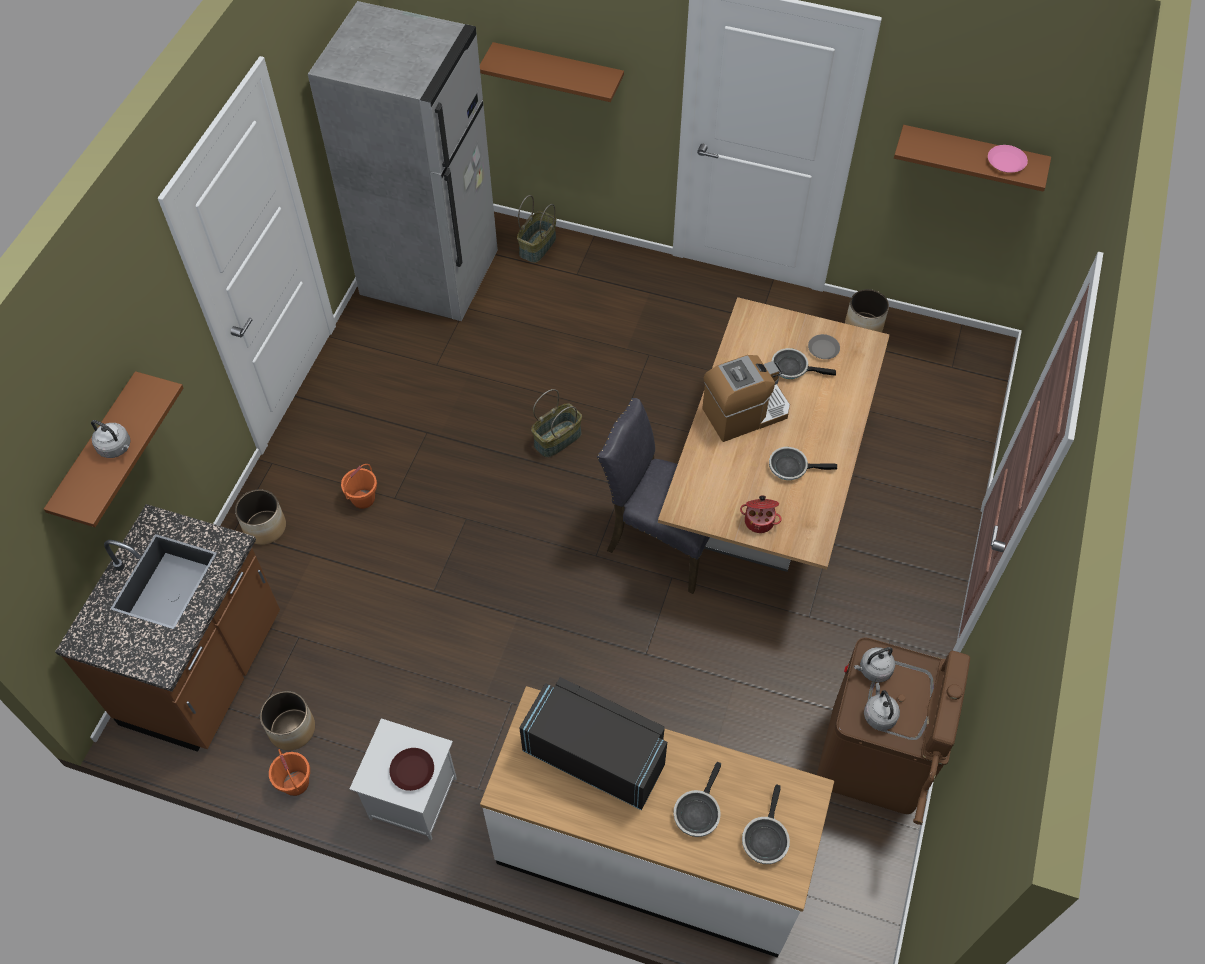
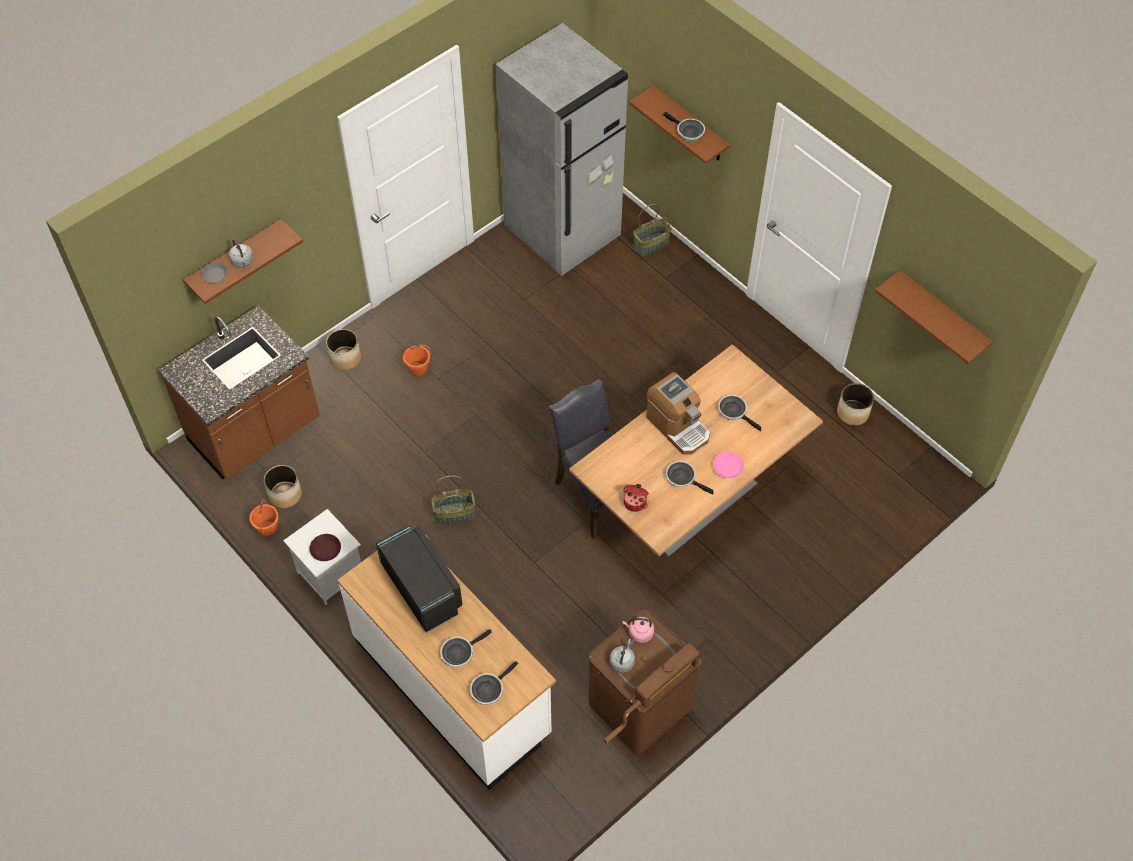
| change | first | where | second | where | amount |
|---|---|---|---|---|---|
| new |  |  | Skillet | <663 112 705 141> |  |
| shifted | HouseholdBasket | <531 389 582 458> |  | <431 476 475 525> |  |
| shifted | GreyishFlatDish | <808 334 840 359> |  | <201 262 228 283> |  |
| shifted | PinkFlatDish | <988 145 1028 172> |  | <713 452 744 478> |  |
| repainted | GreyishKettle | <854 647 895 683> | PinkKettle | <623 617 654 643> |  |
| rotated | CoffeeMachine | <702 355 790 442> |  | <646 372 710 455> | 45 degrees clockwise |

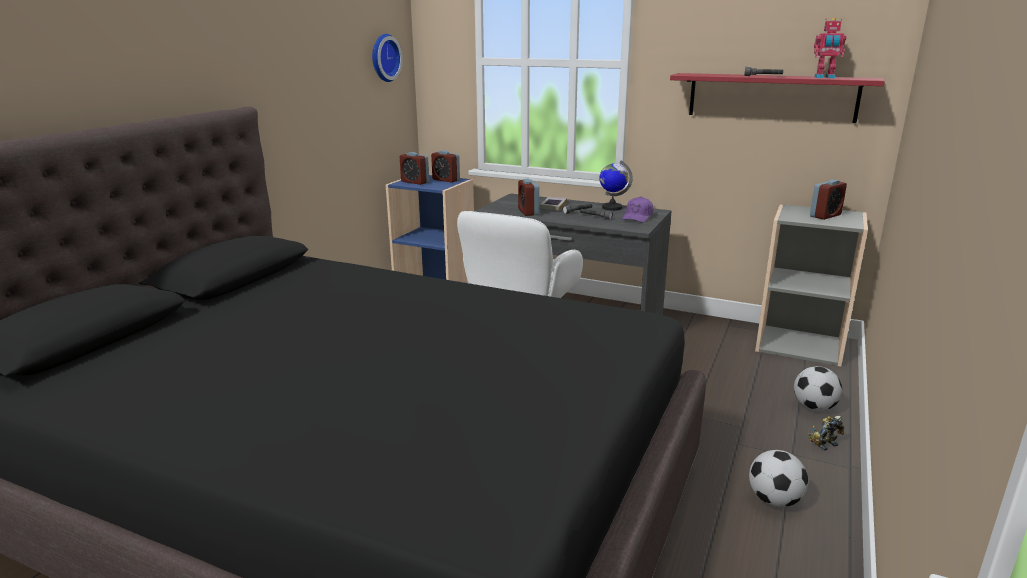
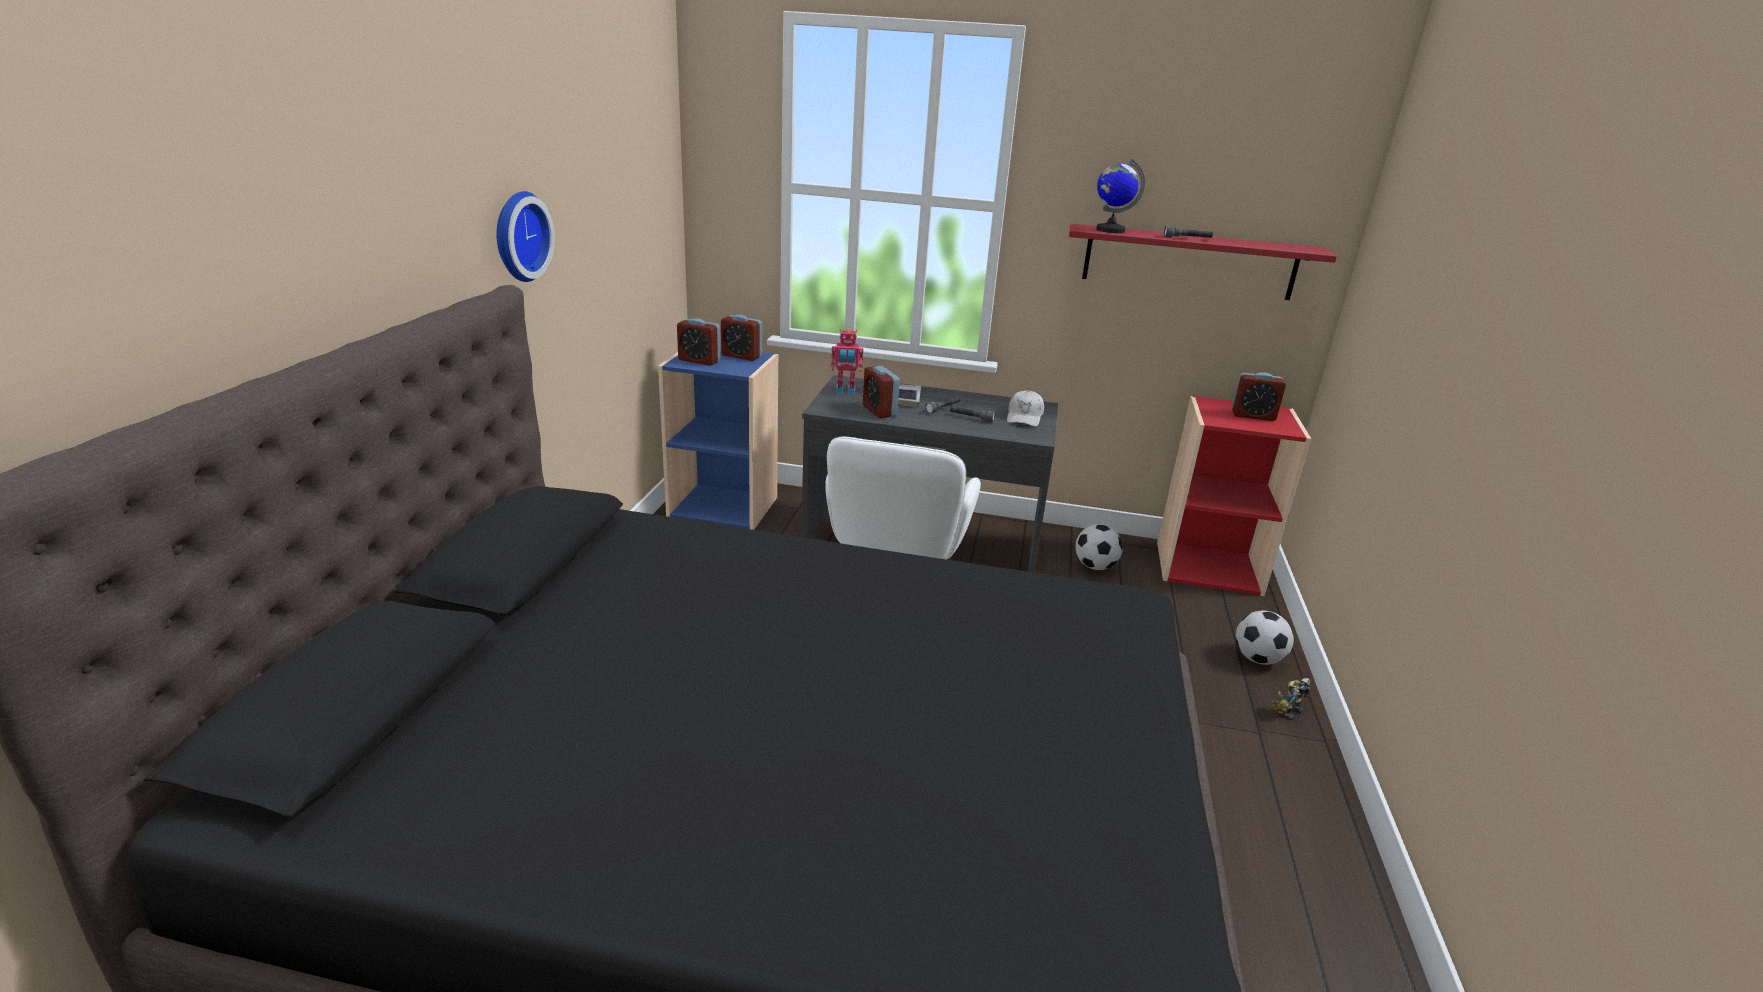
| change | first | where | second | where | amount |
|---|---|---|---|---|---|
| shifted | HangingClock | <372 34 403 82> |  | <497 191 555 282> |  |
| shifted | DeskGlobe | <599 160 633 211> |  | <1096 159 1145 233> |  |
| shifted | FootballBall | <749 450 808 507> |  | <1075 524 1123 570> |  |
| shifted | RobotFigure | <814 18 846 78> |  | <831 329 864 394> |  |
| repainted | PurpleColouredBaseballCap | <622 197 653 222> | WhitishBaseballCap | <1007 390 1044 427> |  |
| repainted | GreyishShelvingUnit | <755 204 868 367> | RedShelvingUnit | <1157 396 1311 596> |  |
| rotated | TableClock | <810 179 847 220> |  | <1231 372 1286 421> | 60 degrees clockwise |

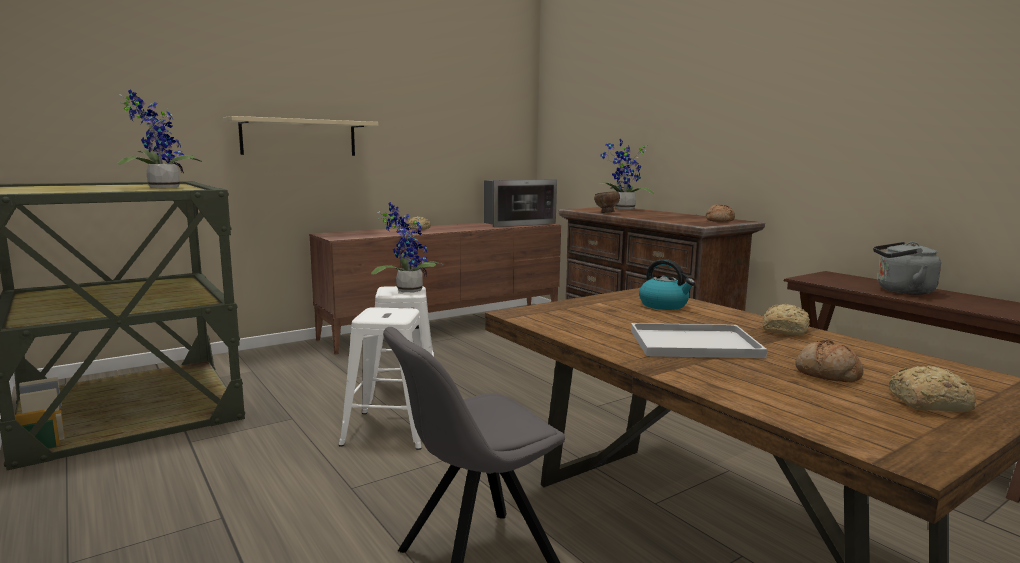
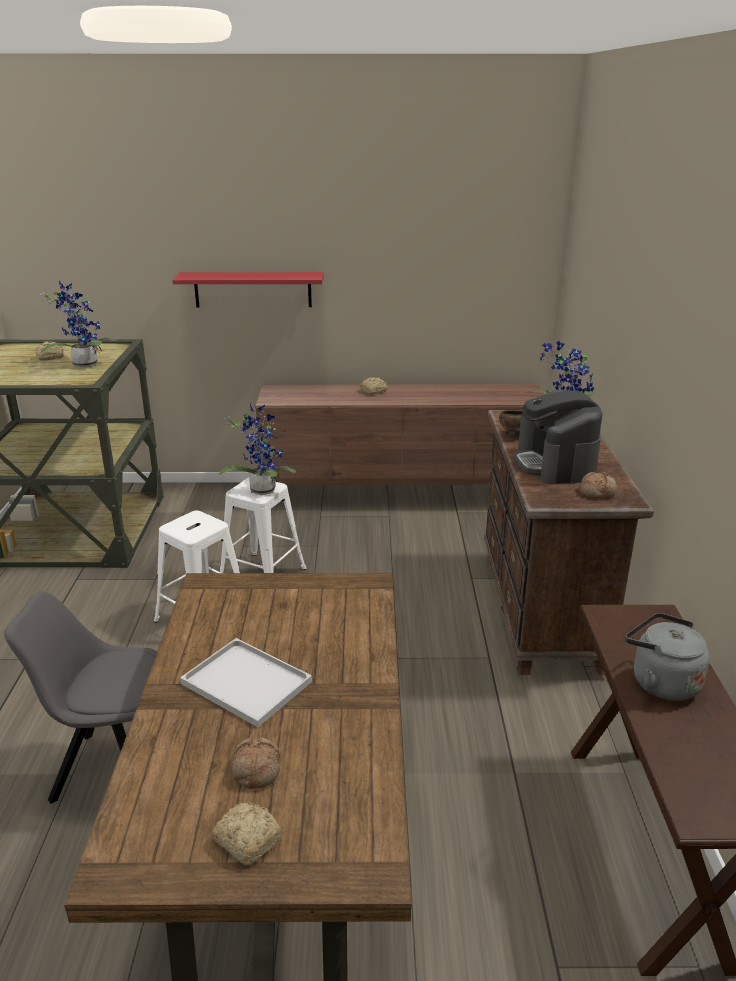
| change | first | where | second | where | amount |
|---|---|---|---|---|---|
| gone | KitchenMicrowave | <484 180 557 227> |  |  |  |
| gone | Kettle | <639 259 695 310> |  |  |  |
| new |  |  | CoffeeMachine | <514 389 603 484> |  |
| shifted | Bread | <763 304 810 336> |  | <35 341 64 361> |  |
| repainted | BeigeColouredWallShelf | <223 116 379 156> | RedWallShelf | <172 272 324 307> |  |

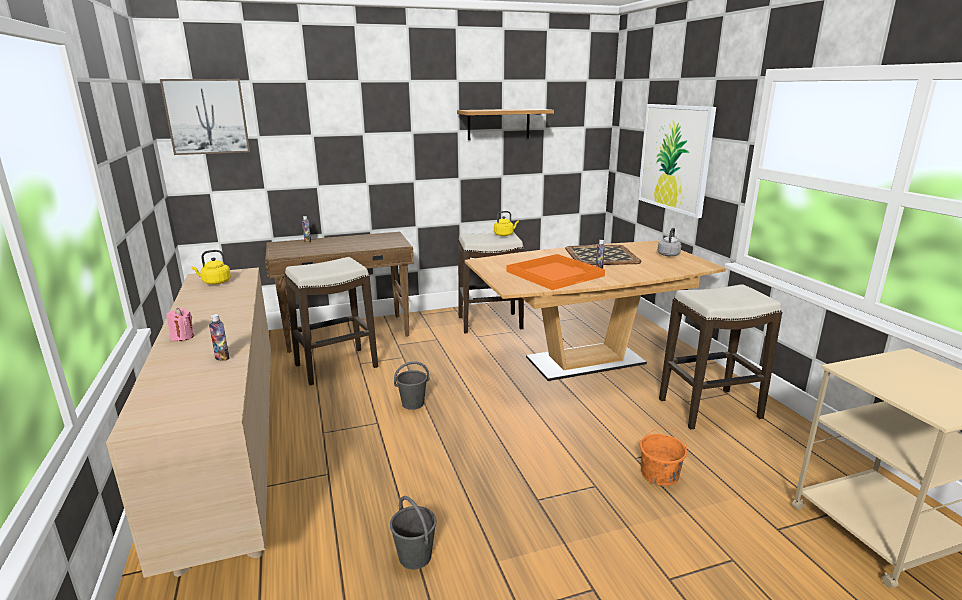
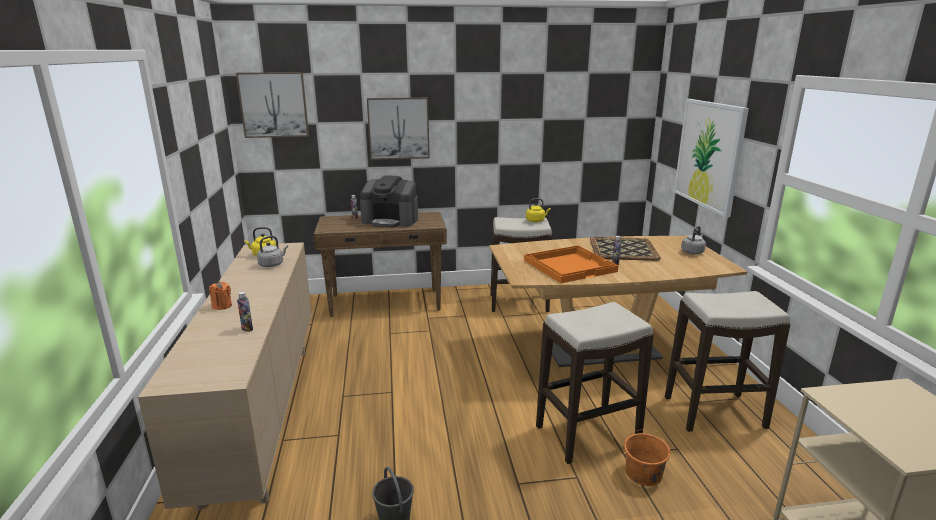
| change | first | where | second | where | amount |
|---|---|---|---|---|---|
| gone | GreyishWaterBucket | <394 361 429 410> |  |  |  |
| gone | WallShelf | <457 109 554 140> |  |  |  |
| new |  |  | GreyishKettle | <257 236 288 267> |  |
| new |  |  | CoffeeMachine | <360 175 418 227> |  |
| new |  |  | WallArt | <367 97 430 160> |  |
| shifted | SittingStool | <285 257 378 385> |  | <536 302 654 464> |  |
| repainted | PinkCandle | <166 308 194 341> | OrangeCandle | <209 281 232 310> |  |

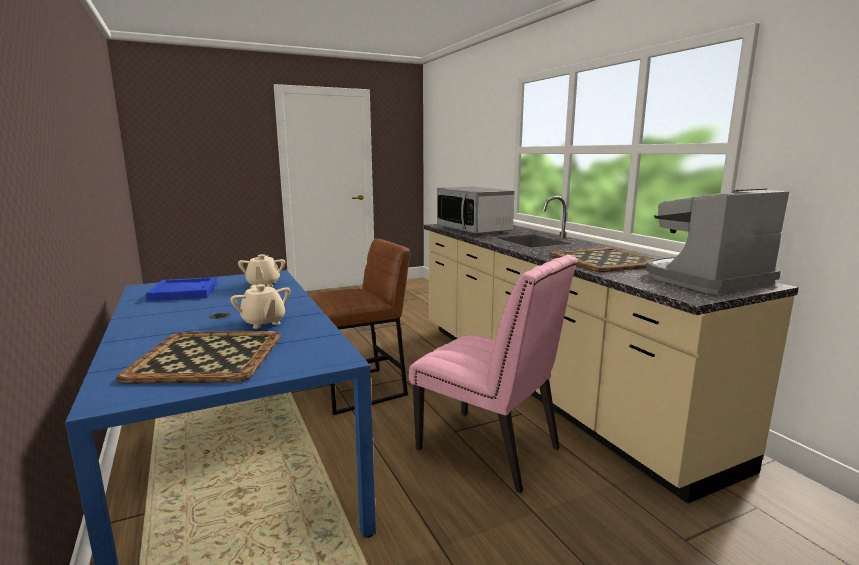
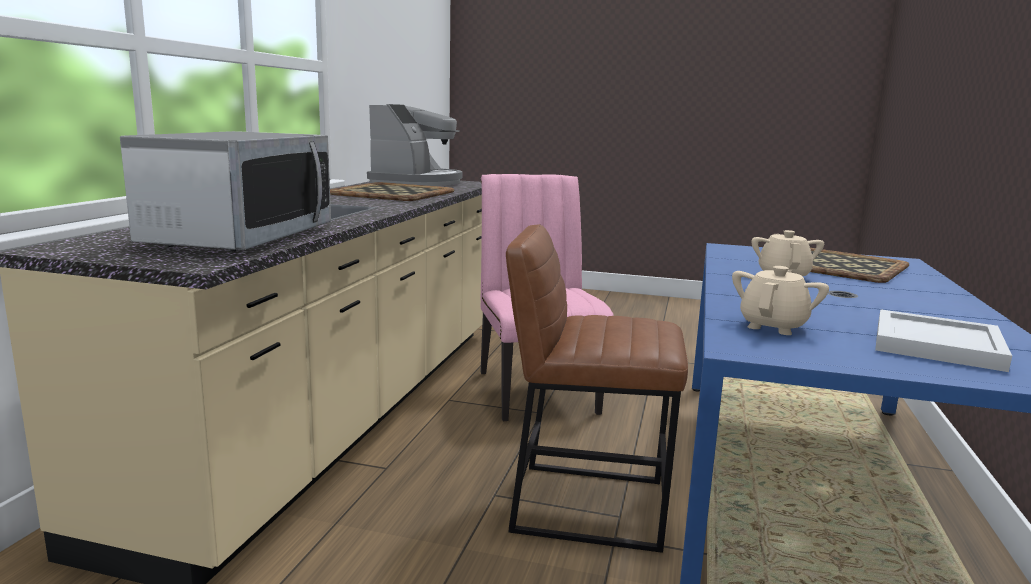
| change | first | where | second | where | amount |
|---|---|---|---|---|---|
| repainted | BlueColouredCarryingTray | <146 277 217 301> | WhitishCarryingTray | <875 309 1012 372> |  |
| rotated | CoffeeMachine | <646 188 789 294> |  | <367 104 463 186> | 90 degrees counterclockwise |

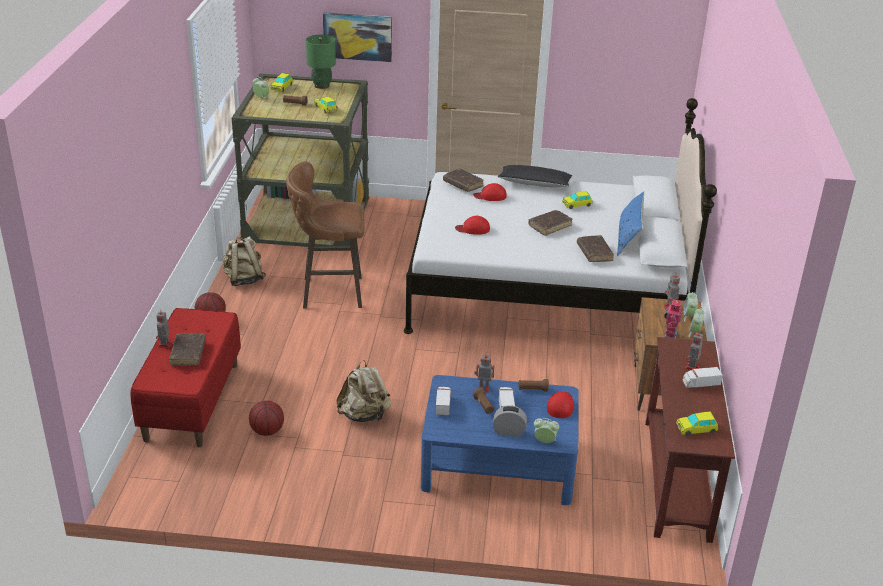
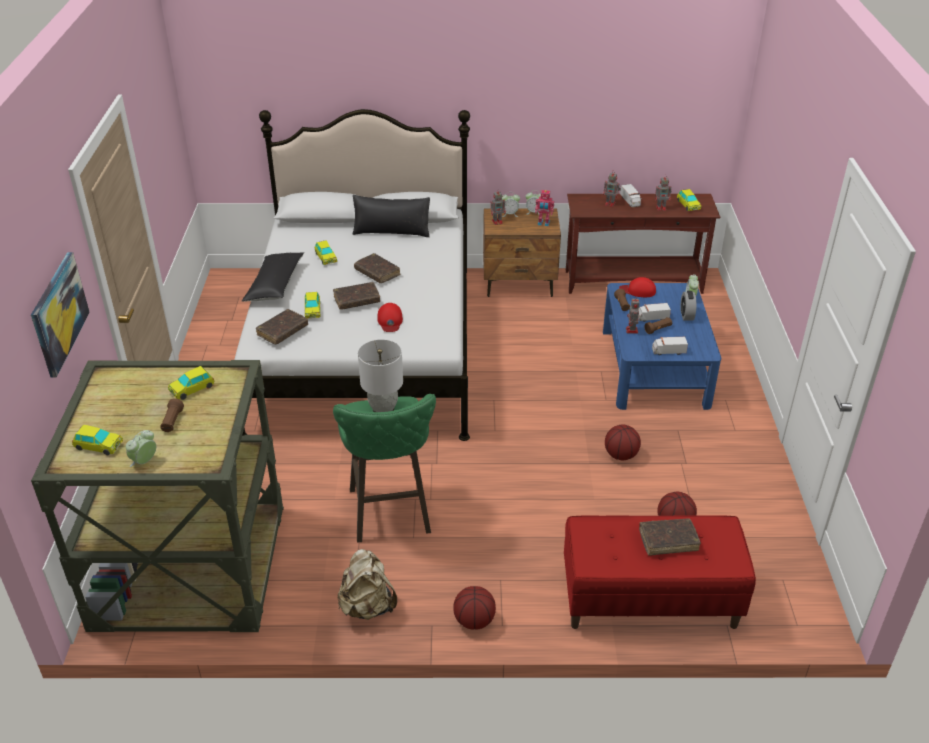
| change | first | where | second | where | amount |
|---|---|---|---|---|---|
| gone | GreenishLampForATable | <306 35 336 89> |  |  |  |
| new |  |  | WhitishLampForATable | <358 340 403 412> |  |
| shifted | RobotFigure | <156 309 172 348> |  | <655 174 671 211> |  |
| shifted | BrownColouredVolume | <577 235 614 262> |  | <333 282 380 310> |  |
| swapped | BeigeColouredBackpack | <336 360 391 422> | BallForBasketball | <605 425 641 460> |  |
| swapped | RedBaseballCap | <473 183 507 201> | ModelCar | <305 292 321 318> |  |
| repainted | BrownColouredSittingStool | <286 162 365 309> | GreenishSittingStool | <333 394 436 543> |  |
| repainted | BlueColouredThrowPillow | <617 191 644 256> | BlackColouredThrowPillow | <352 195 430 237> |  |

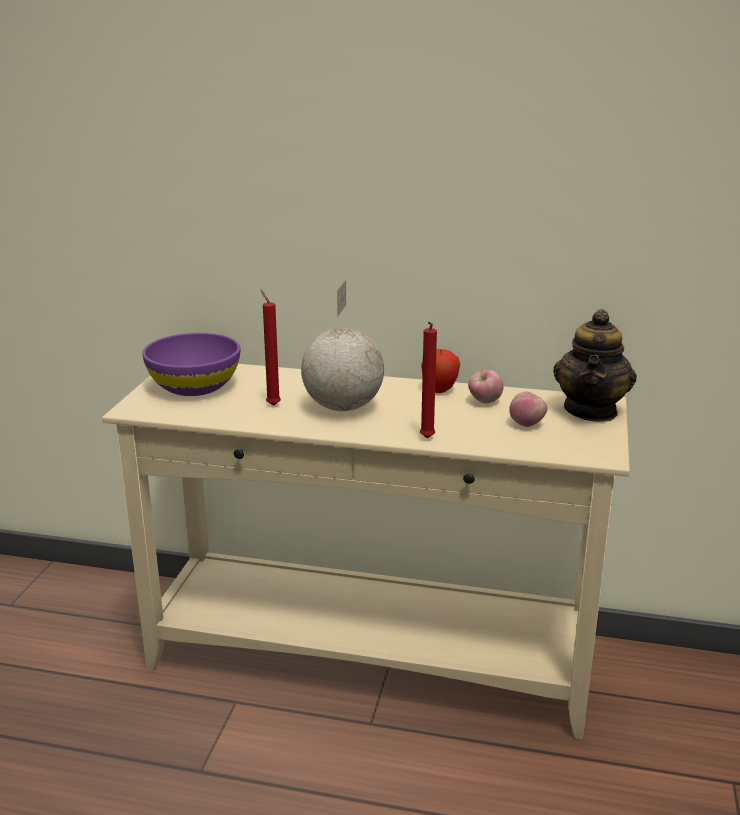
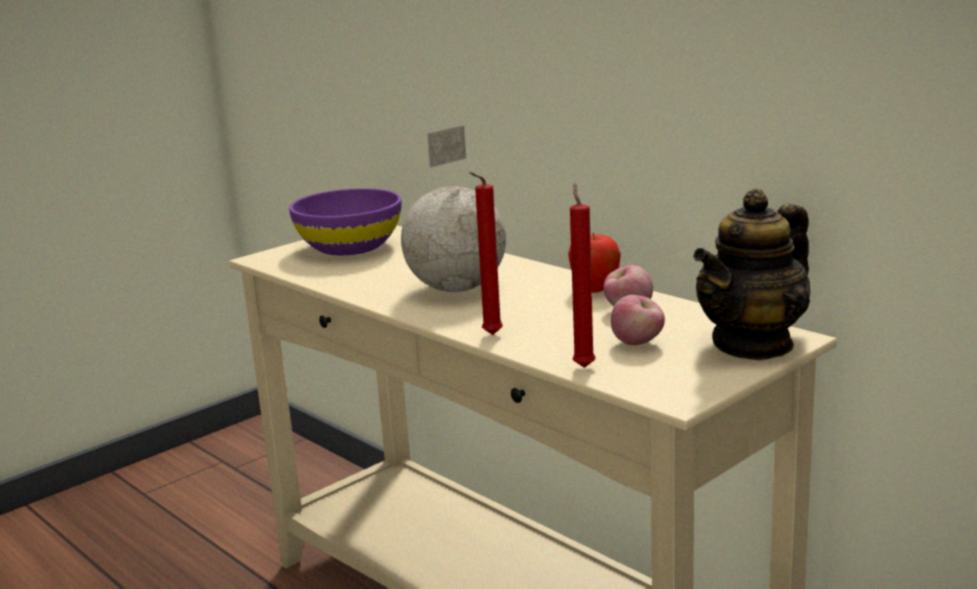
| change | first | where | second | where | amount |
|---|---|---|---|---|---|
| shifted | RedCandle | <261 290 281 406> |  | <570 183 596 368> |  |

